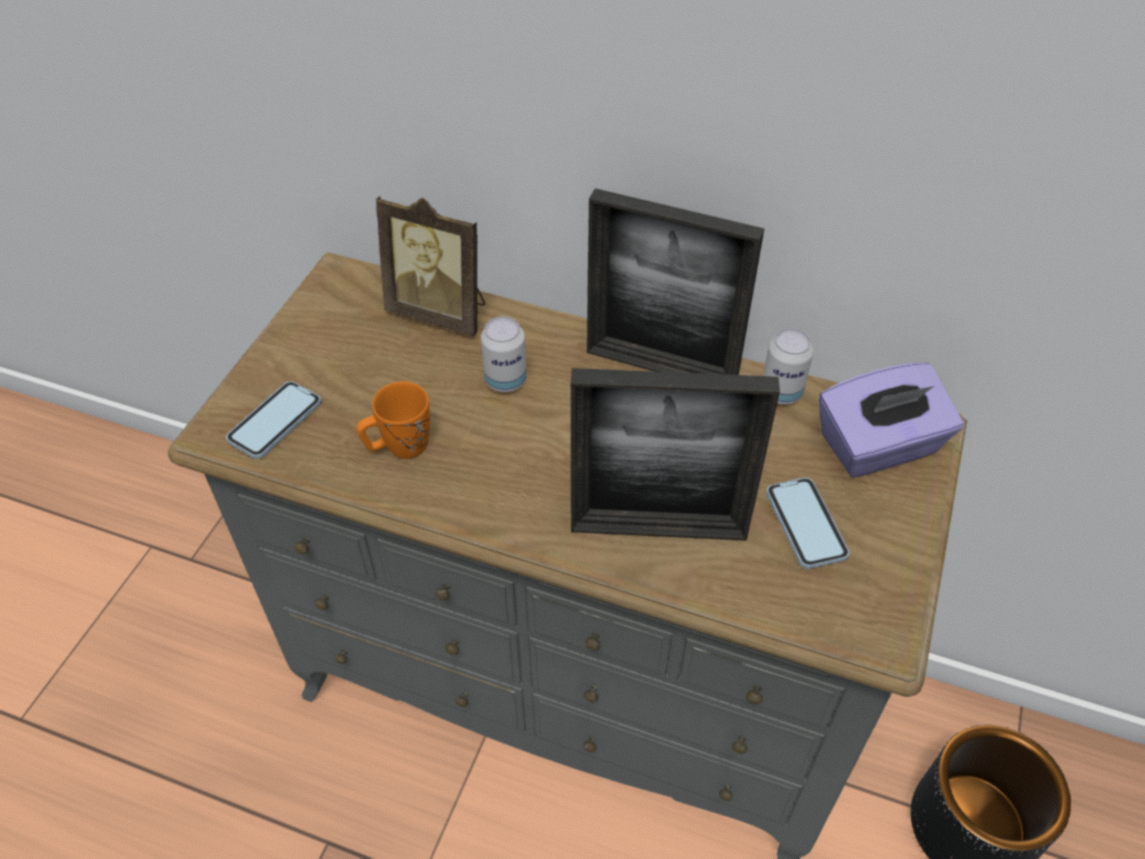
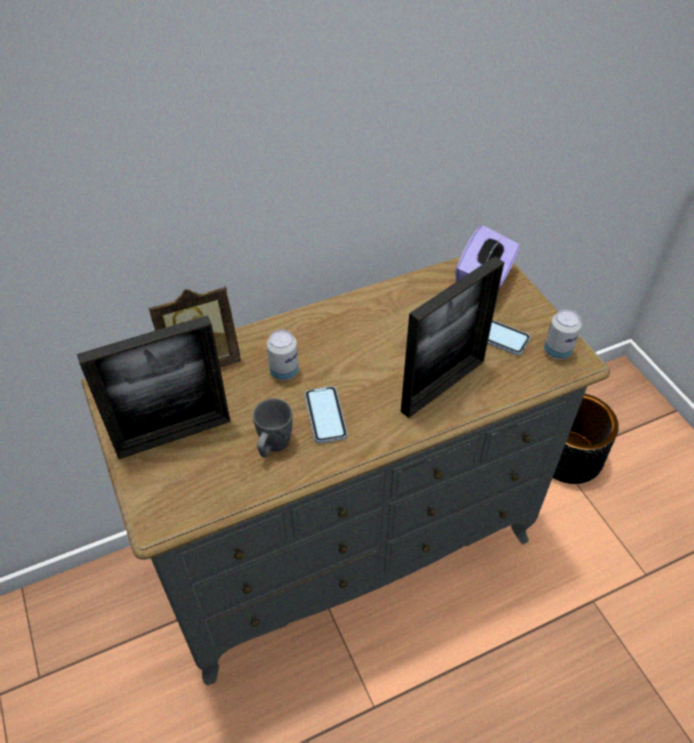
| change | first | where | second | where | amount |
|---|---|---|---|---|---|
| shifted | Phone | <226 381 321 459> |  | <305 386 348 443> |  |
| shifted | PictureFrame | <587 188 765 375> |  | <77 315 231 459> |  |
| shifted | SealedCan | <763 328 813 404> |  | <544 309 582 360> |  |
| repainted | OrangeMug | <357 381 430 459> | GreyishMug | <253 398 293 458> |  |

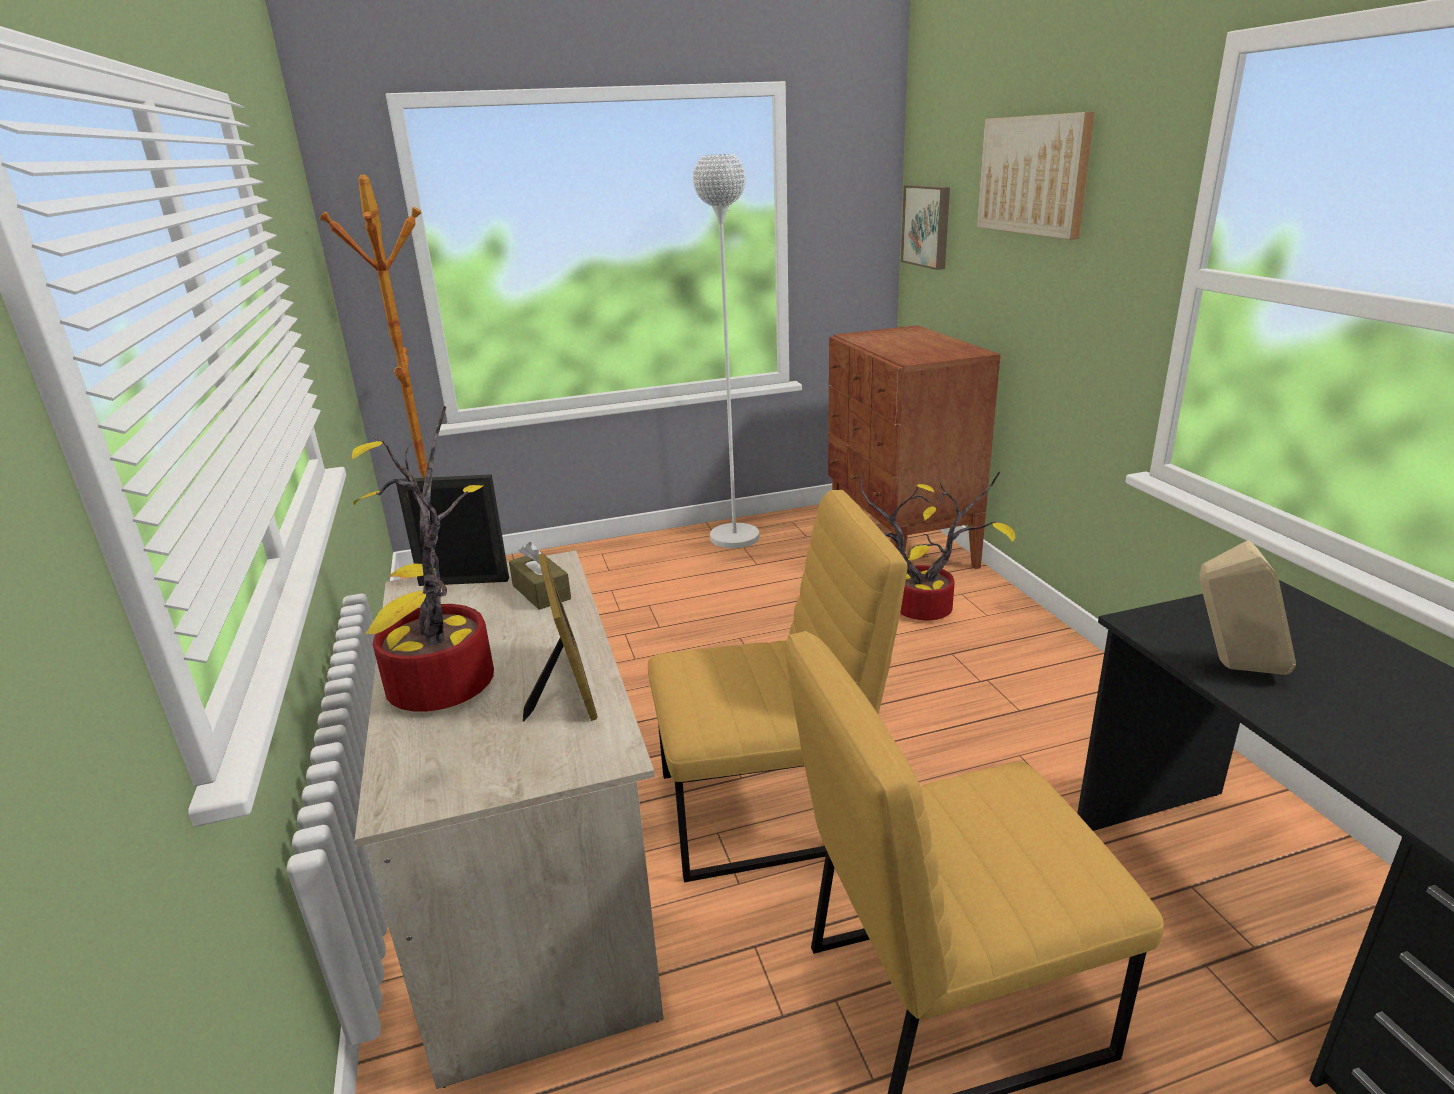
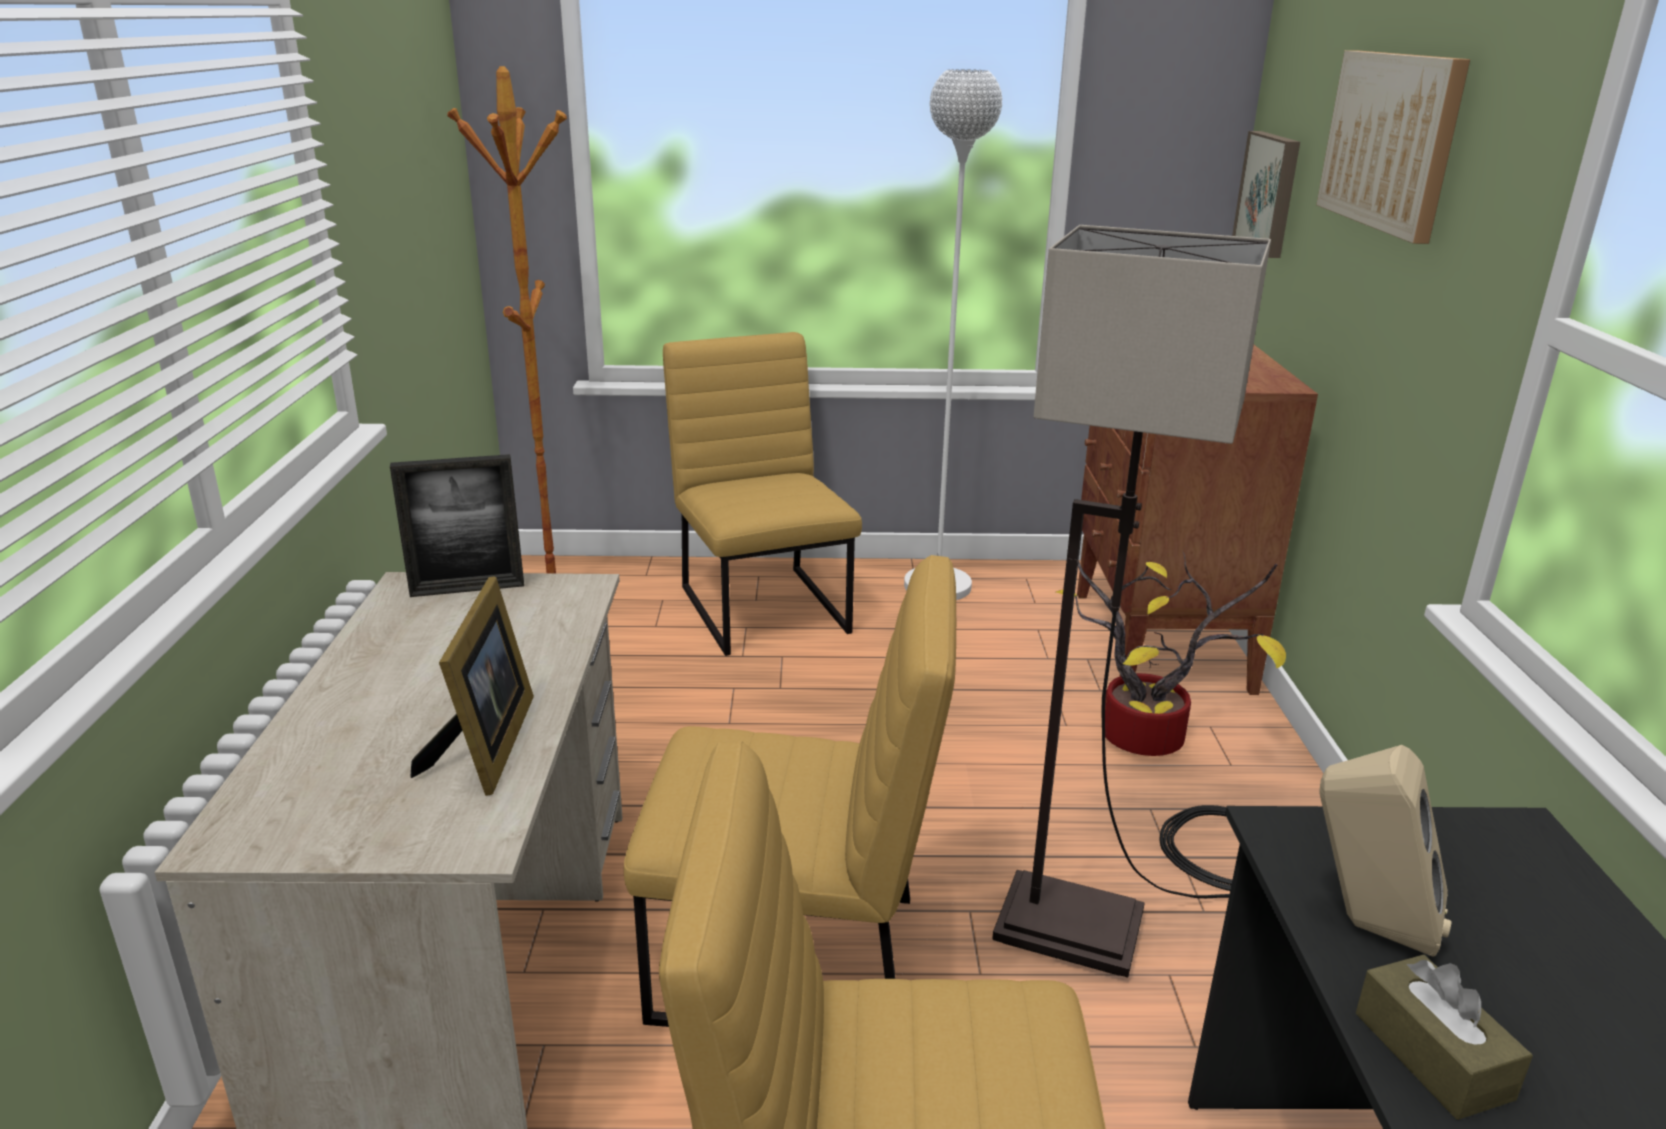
| change | first | where | second | where | amount |
|---|---|---|---|---|---|
| gone | PottedPlant | <351 406 494 712> |  |  |  |
| new |  |  | YellowishPlainChair | <663 332 862 656> |  |
| new |  |  | FloorLamp | <992 225 1271 978> |  |
| shifted | BrownColouredTissueBox | <509 542 571 610> |  | <1356 955 1533 1120> |  |
| rotated | PictureFrame | <396 474 509 586> |  | <390 454 524 597> | 150 degrees clockwise |

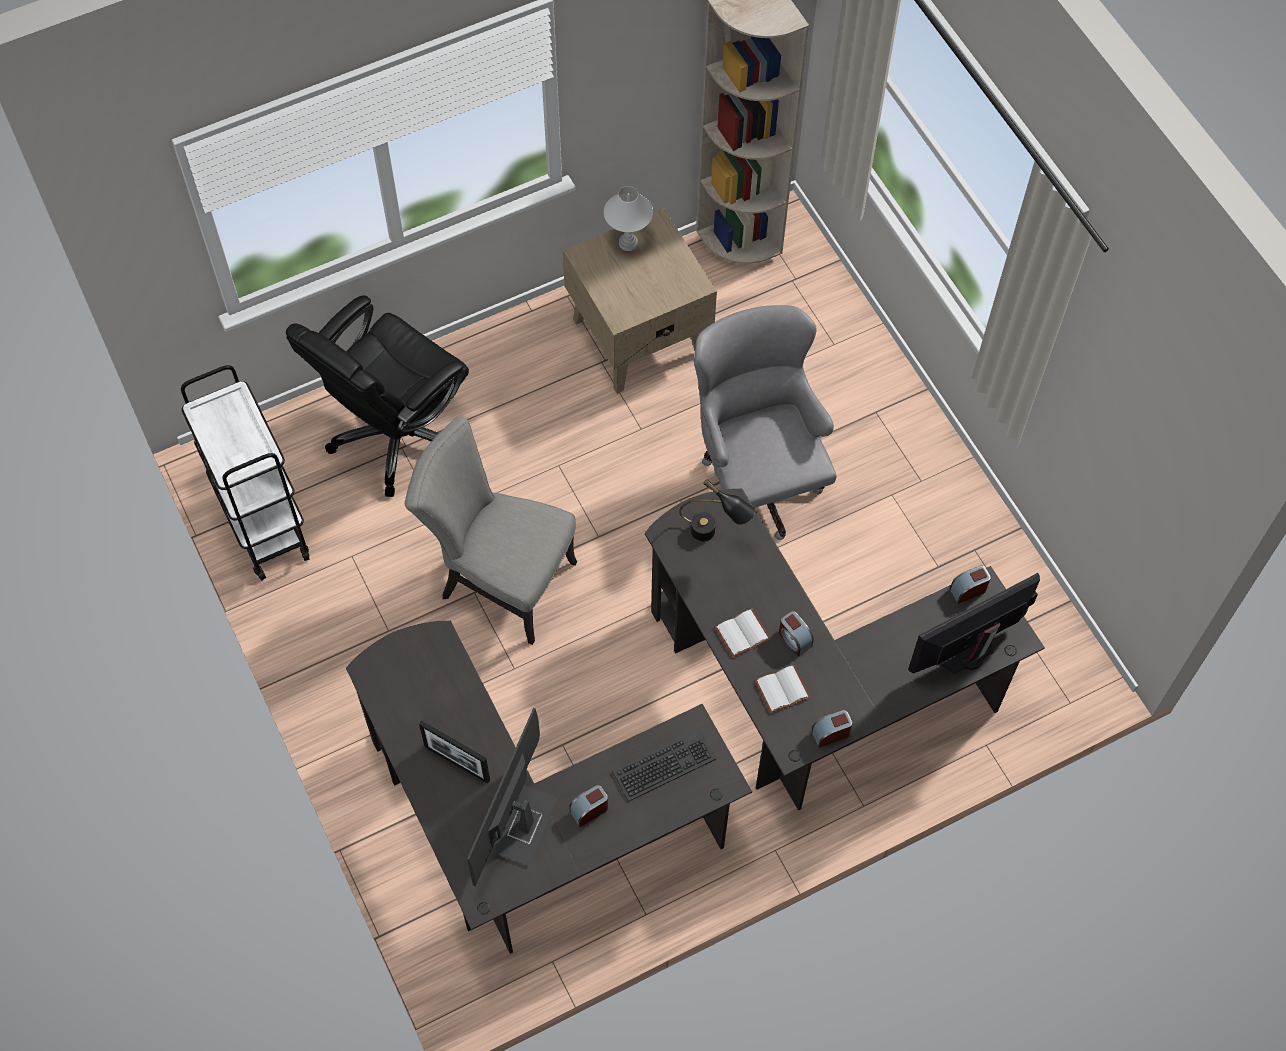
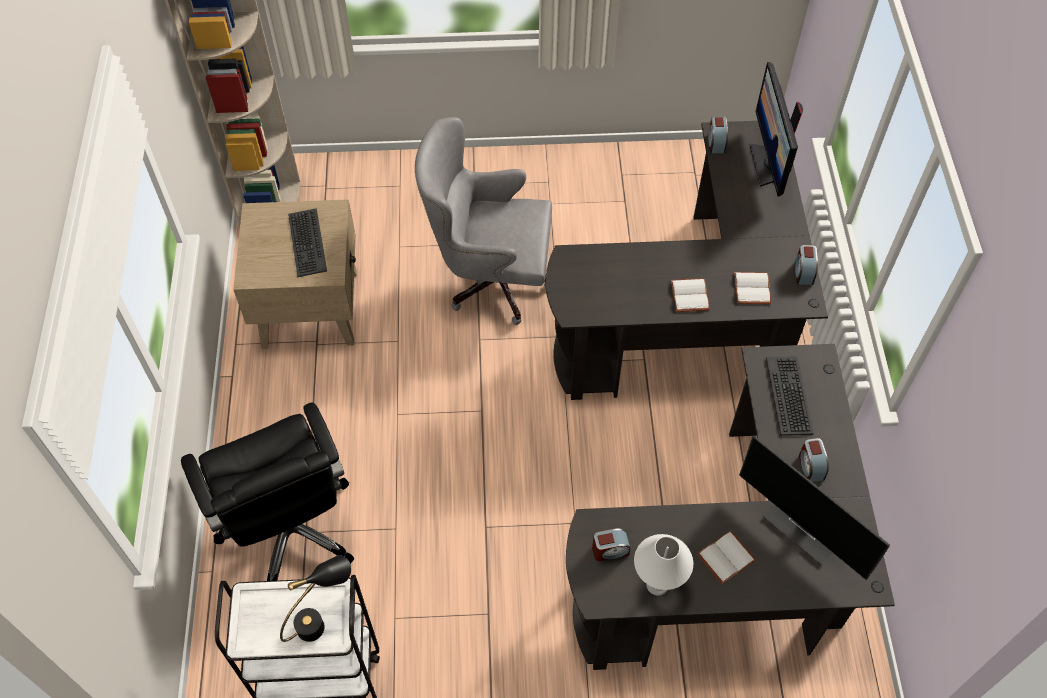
| change | first | where | second | where | amount |
|---|---|---|---|---|---|
| gone | GreyishPlainChair | <405 416 577 645> |  |  |  |
| new |  |  | PcKeyboard | <288 208 327 277> |  |
| shifted | WhitishLampForATable | <604 186 653 251> |  | <634 534 693 596> |  |
| shifted | BlackColouredLampForATable | <679 479 755 542> |  | <280 555 351 642> |  |
| shifted | TableClock | <779 611 814 656> |  | <592 529 630 561> |  |
| swapped | PictureFrame | <419 721 490 784> | WhitishVolume | <697 531 756 584> |  |

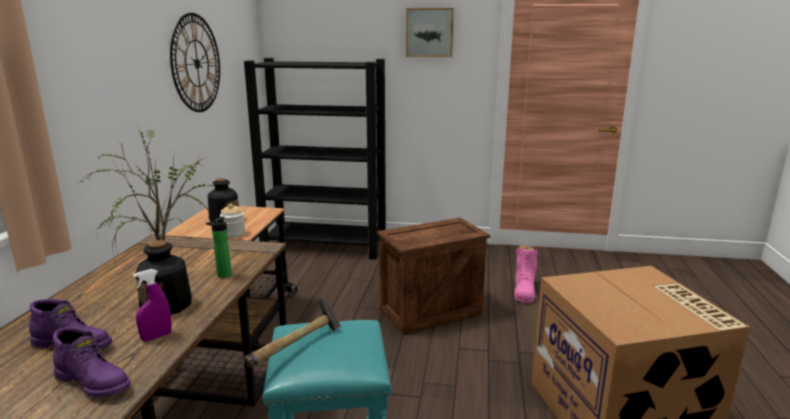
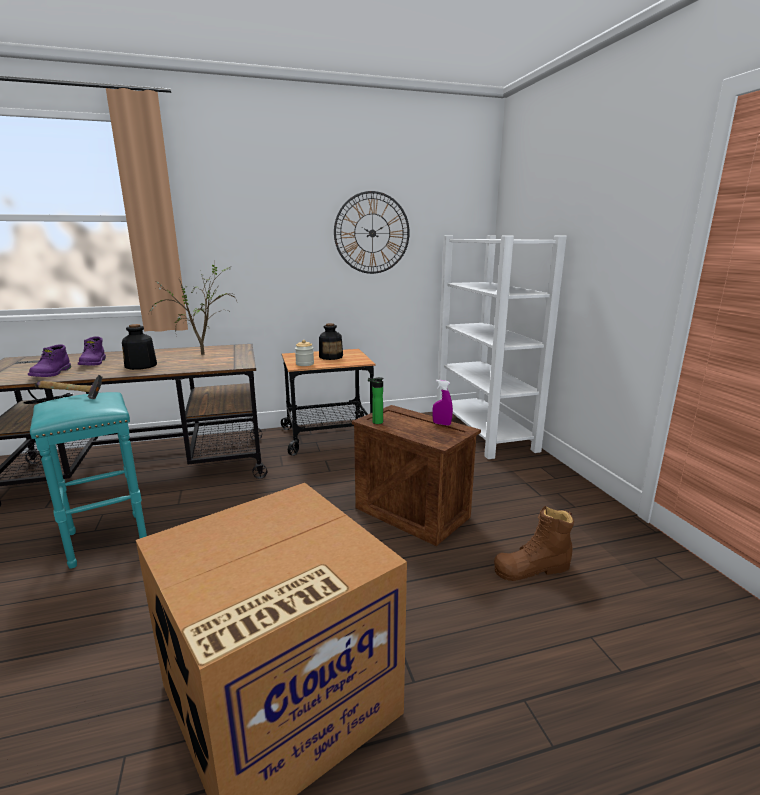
| change | first | where | second | where | amount |
|---|---|---|---|---|---|
| gone | WallArt | <406 8 454 57> |  |  |  |
| shifted | PurpleColouredHandSprayer | <133 269 172 342> |  | <433 380 453 426> |  |
| shifted | BeverageBottle | <206 217 232 278> |  | <368 377 384 424> |  |
| repainted | BlackColouredShelvingUnit | <244 58 386 260> | WhitishShelvingUnit | <437 235 567 459> |  |
| repainted | PinkHighTopBoot | <514 245 537 303> | BrownColouredHighTopBoot | <494 506 574 581> |  |

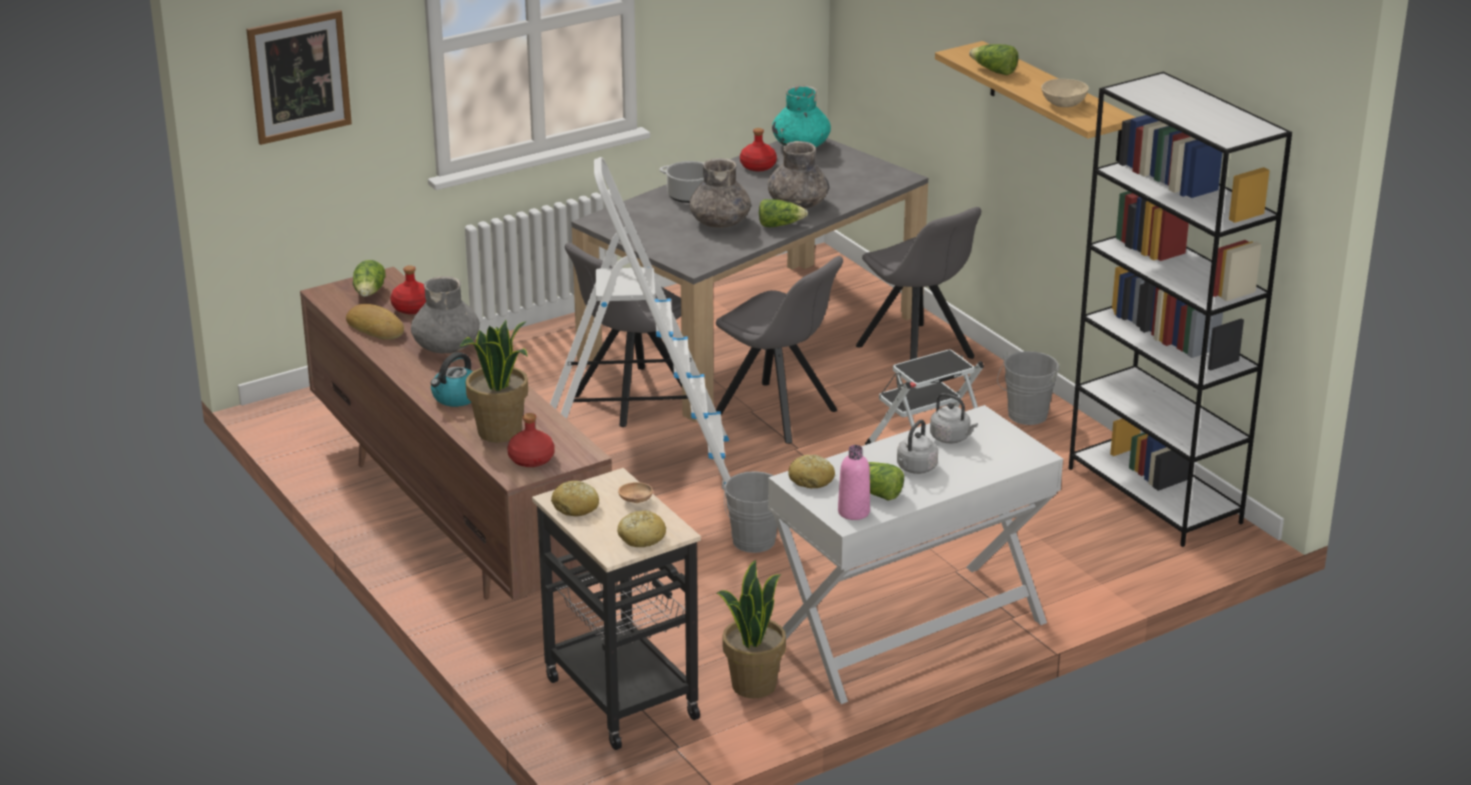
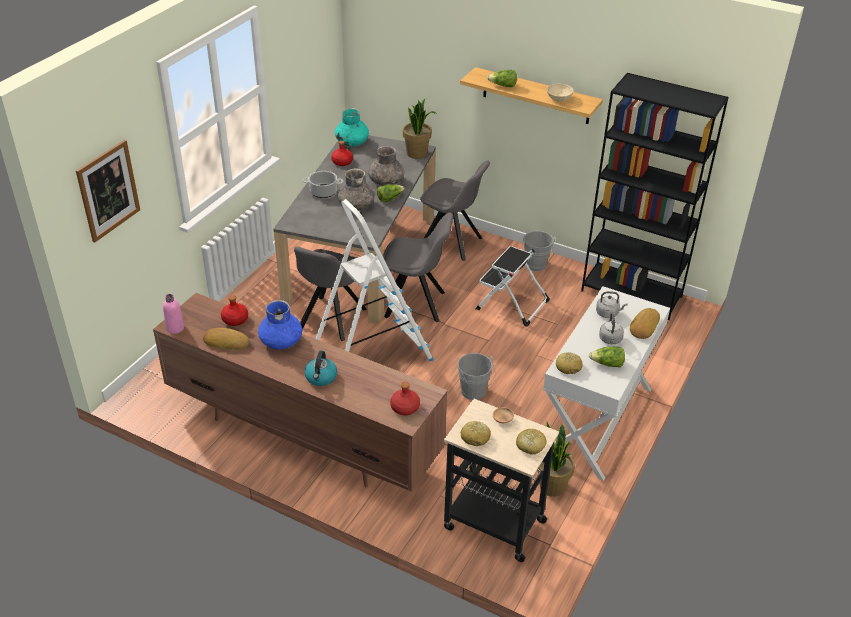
| change | first | where | second | where | amount |
|---|---|---|---|---|---|
| gone | Lettuce | <353 260 385 297> |  |  |  |
| new |  |  | Bread | <630 308 660 339> |  |
| shifted | PottedPlant | <460 320 528 443> |  | <403 99 436 159> |  |
| shifted | PinkBeverageBottle | <838 445 870 520> |  | <163 294 184 334> |  |
| repainted | GreyishFlowerVase | <411 276 480 353> | BlueColouredFlowerVase | <258 300 302 350> |  |
| repainted | WhitishShelvingUnit | <1069 72 1292 547> | BlackColouredShelvingUnit | <581 73 729 320> |  |

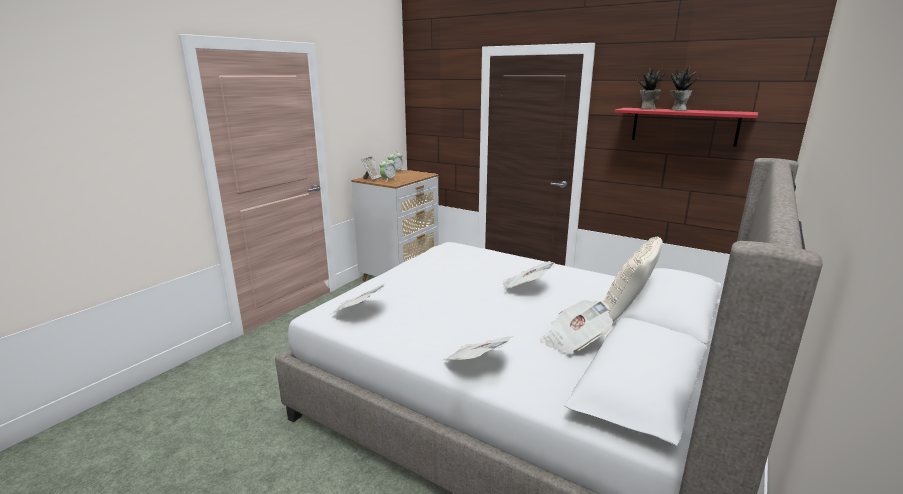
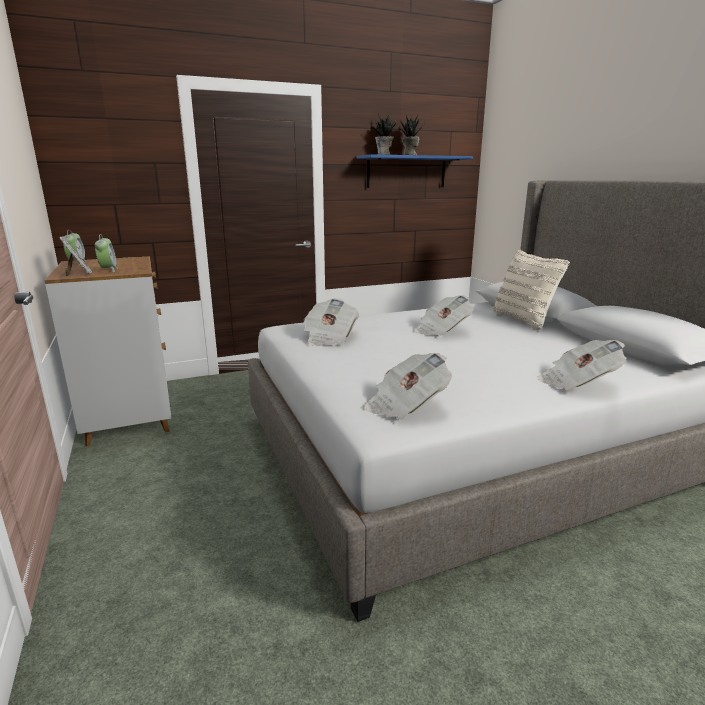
| change | first | where | second | where | amount |
|---|---|---|---|---|---|
| shifted | DailyPaper | <541 300 613 355> |  | <303 299 359 346> |  |
| repainted | RedWallShelf | <614 108 759 147> | BlueColouredWallShelf | <356 154 473 188> |  |

